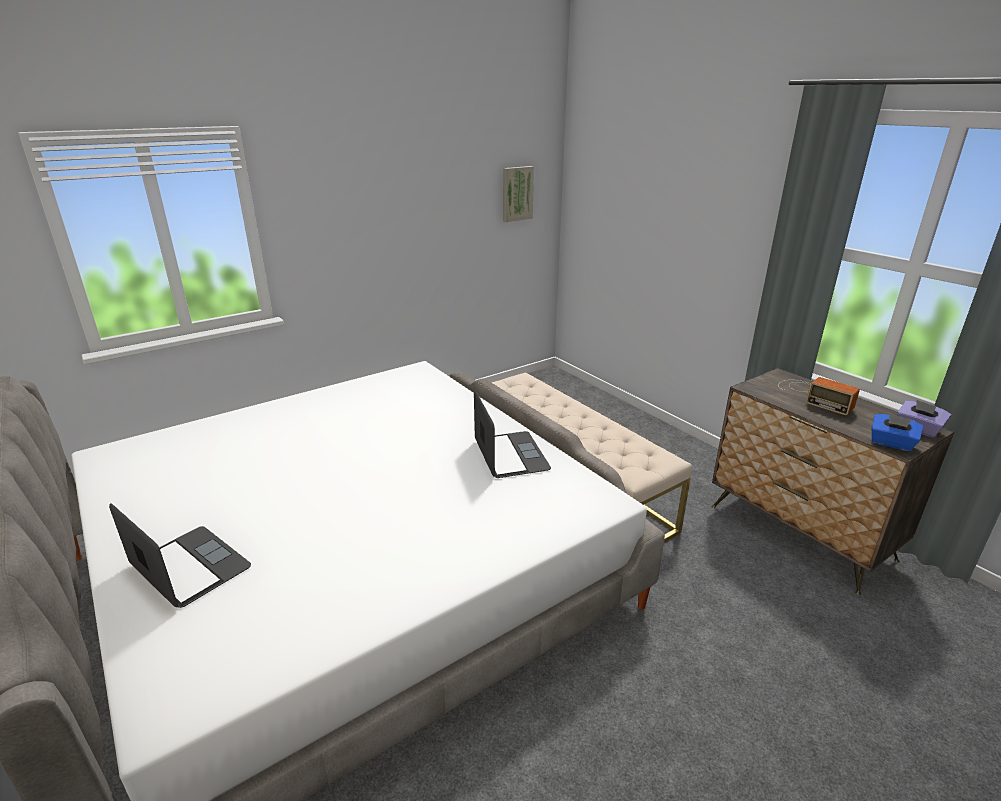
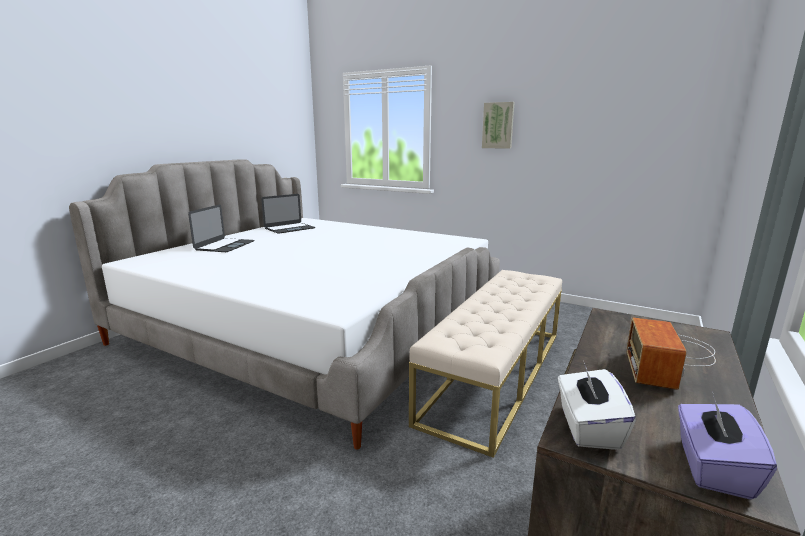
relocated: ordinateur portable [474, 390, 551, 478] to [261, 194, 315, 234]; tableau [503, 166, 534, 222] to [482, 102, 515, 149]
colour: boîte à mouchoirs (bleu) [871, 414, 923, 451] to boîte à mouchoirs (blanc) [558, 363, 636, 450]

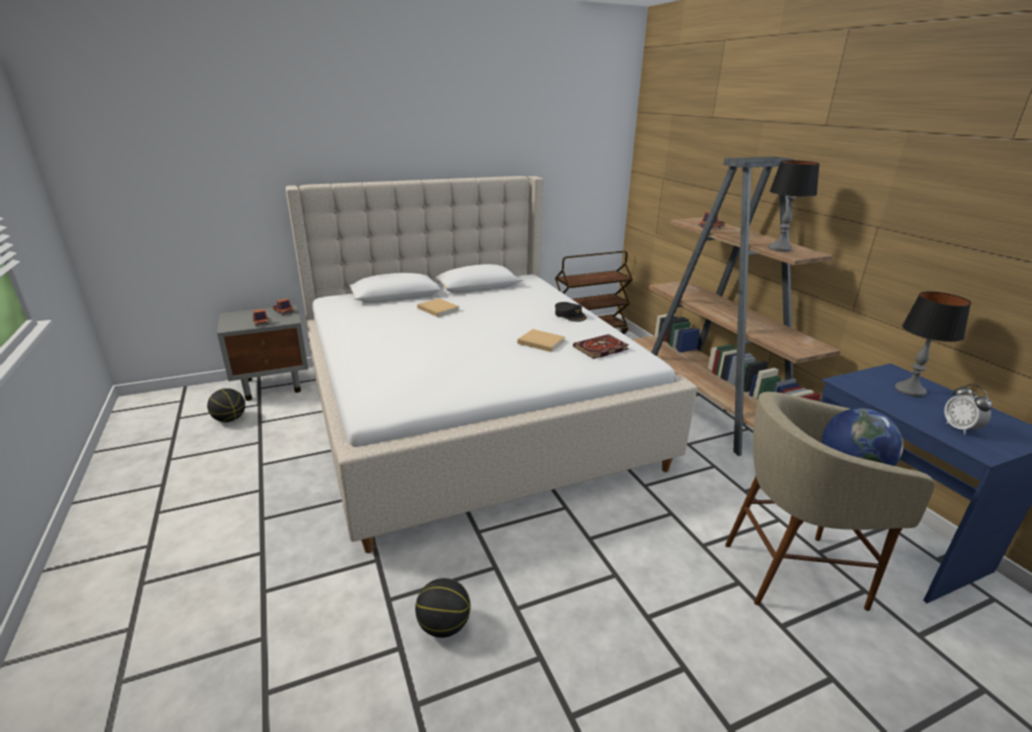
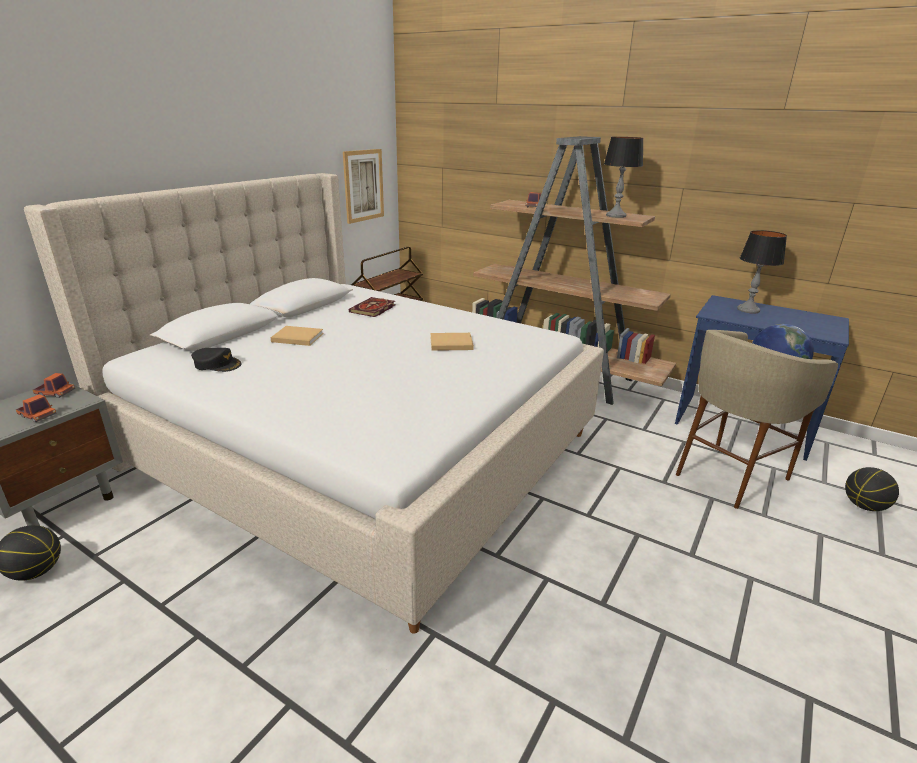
missing: réveil [944, 384, 992, 435]
appeared: tableau [343, 149, 384, 224]
relocated: ballon de basket [415, 578, 470, 638] to [845, 467, 899, 511]; casquette (noir) [555, 302, 587, 322] to [191, 348, 242, 372]; livre [573, 334, 629, 359] to [349, 297, 396, 317]

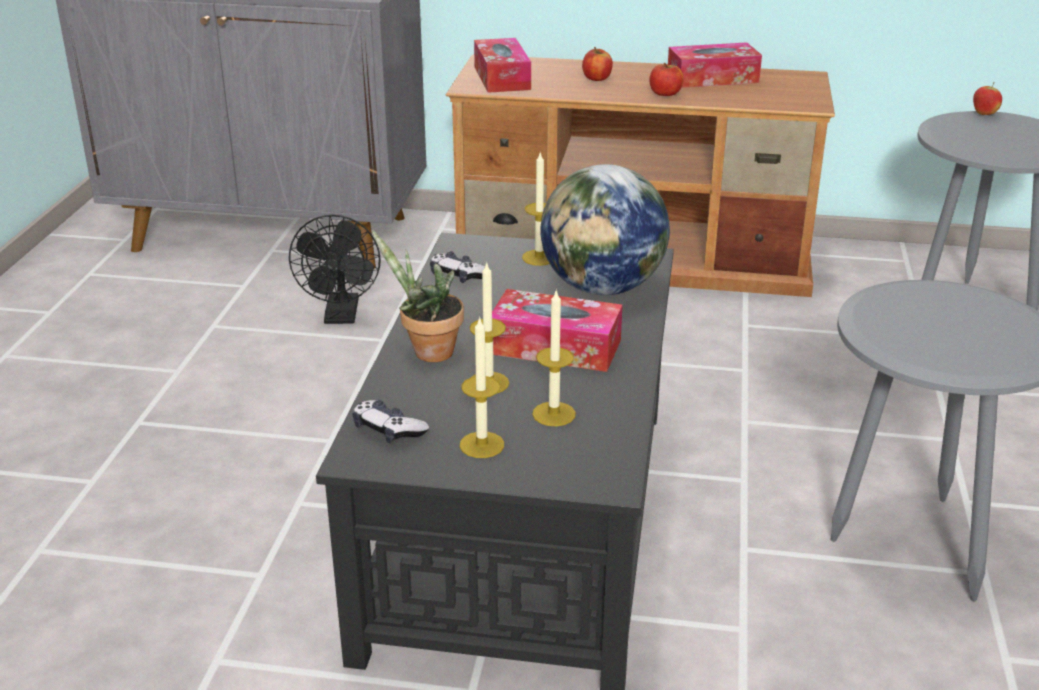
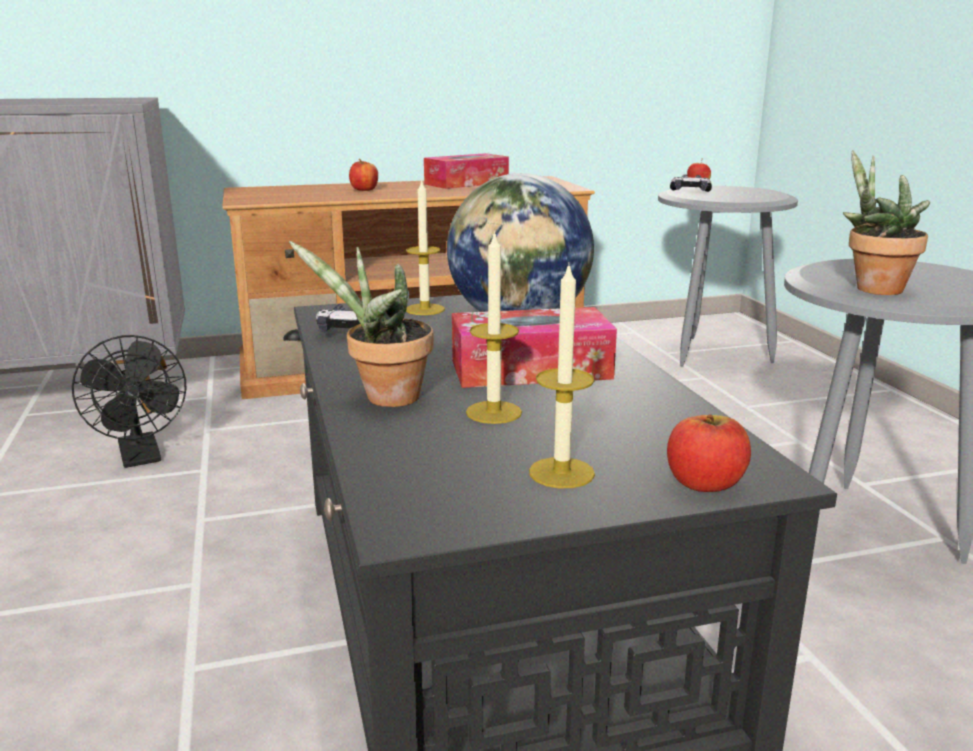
missing: boîte à mouchoirs [474, 38, 531, 93]; bougie [532, 289, 576, 426]
appeared: plante en pot [843, 150, 930, 295]
relocated: manette [353, 400, 429, 443] to [670, 175, 712, 192]; pomme [649, 63, 684, 96] to [667, 414, 751, 492]

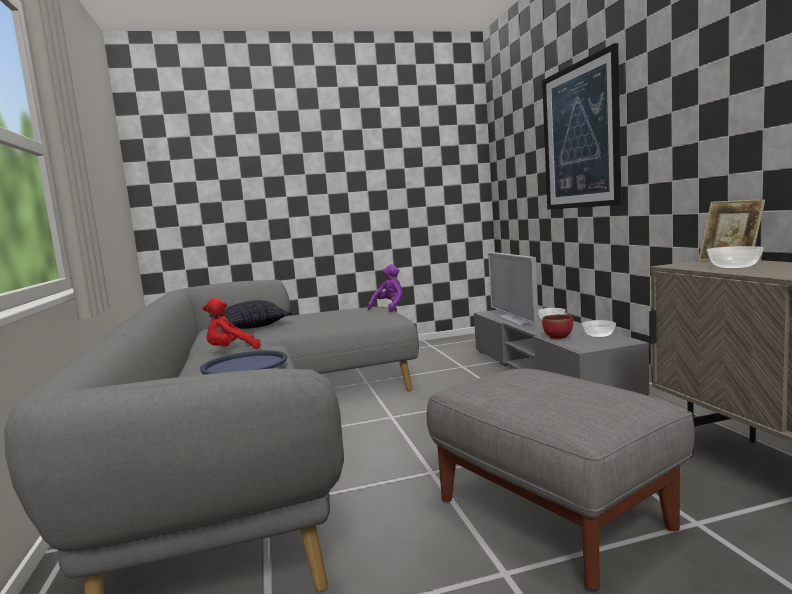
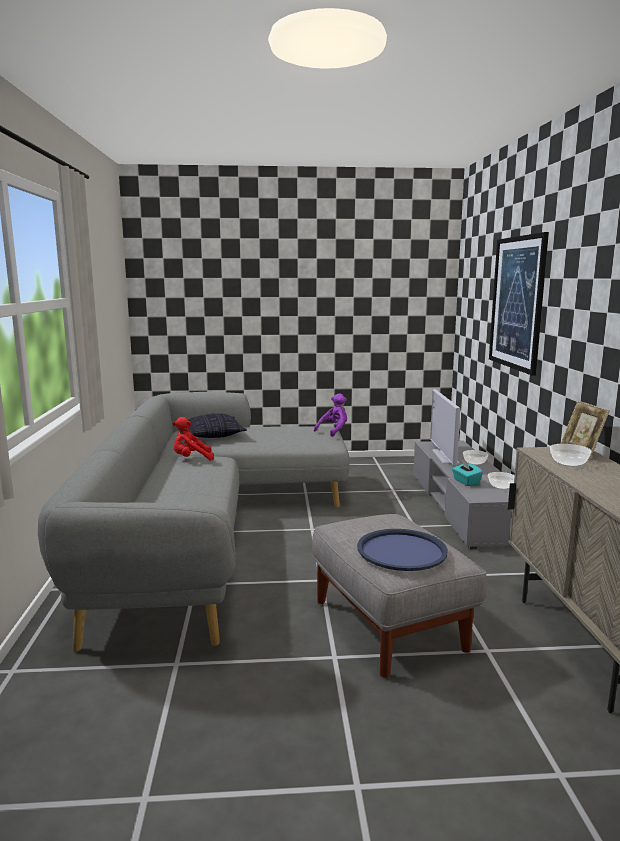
relocated: plateau (bleu) [200, 350, 287, 374] to [357, 529, 448, 571]
exchanged: bol (rouge) [542, 314, 573, 339] to boîte à mouchoirs (turquoise) [452, 460, 483, 486]

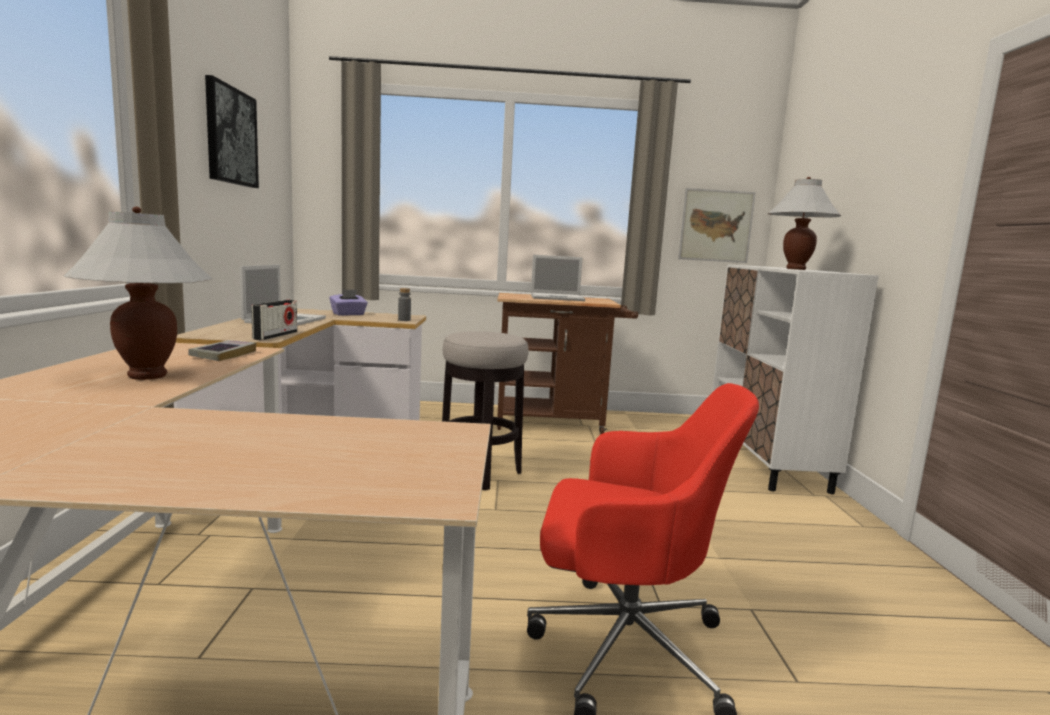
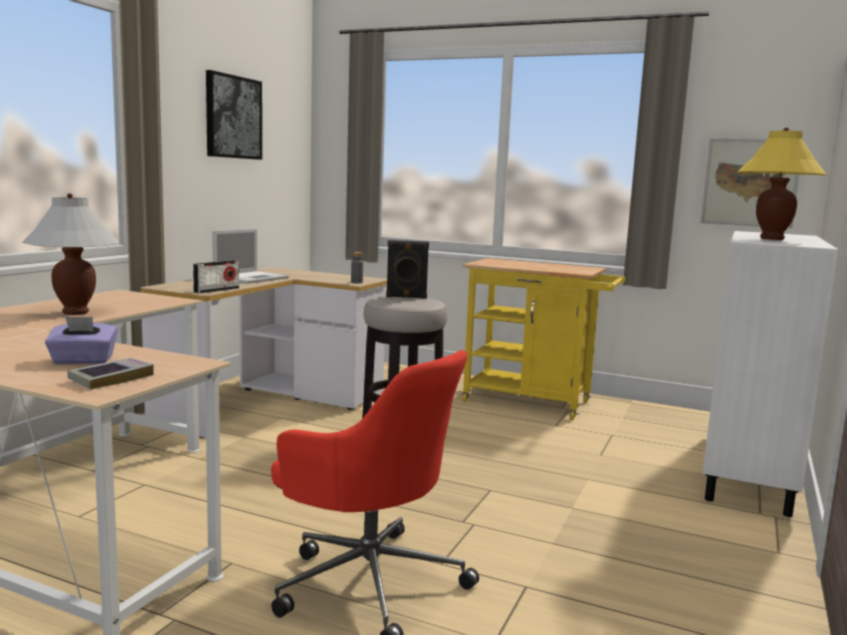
missing: ordinateur portable [531, 255, 585, 301]
appeared: enceinte (noir) [386, 240, 429, 299]
relocated: livre [188, 340, 256, 361] to [67, 358, 154, 390]; boîte à mouchoirs (violet) [329, 289, 368, 316] to [45, 316, 118, 365]
colour: chariot (marron) [497, 293, 638, 435] to chariot (jaune) [462, 258, 625, 420]; lampe de table (blanc) [768, 177, 841, 270] to lampe de table (jaune) [737, 127, 827, 240]

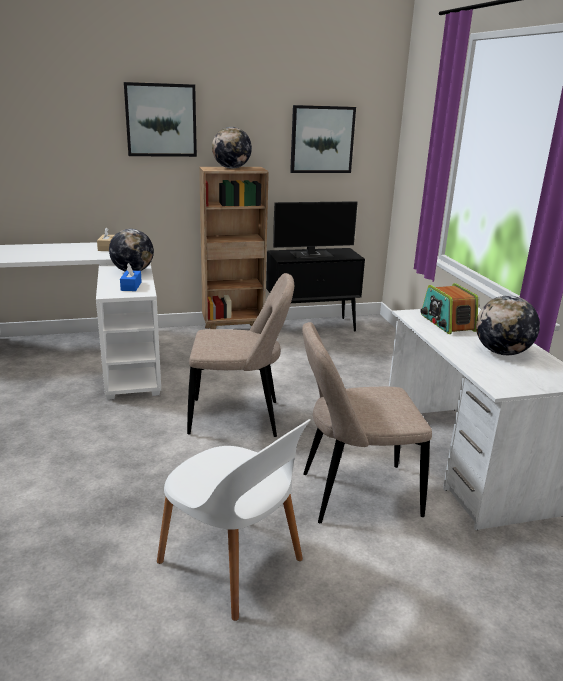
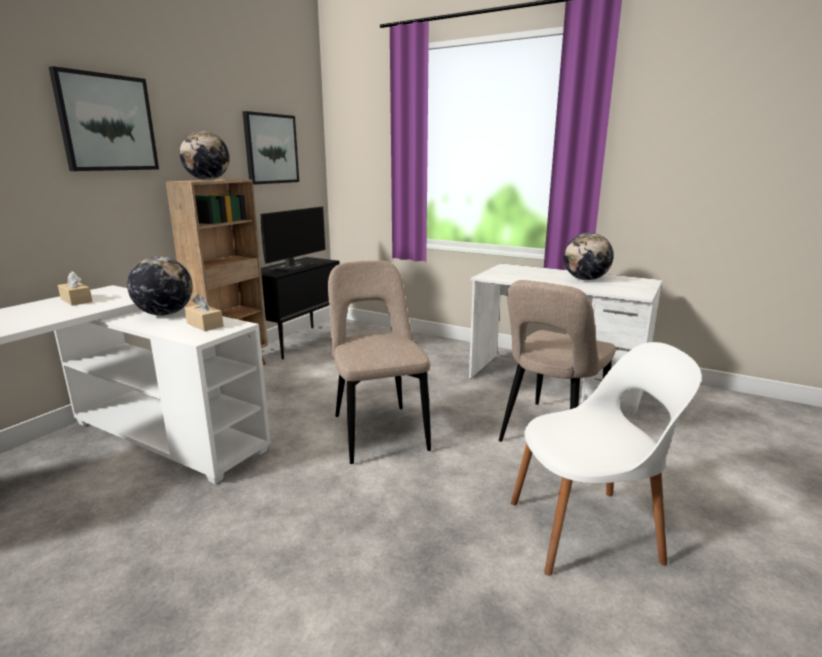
missing: radio [420, 283, 478, 334]
colour: boîte à mouchoirs (bleu) [120, 263, 142, 291] to boîte à mouchoirs (beige) [185, 294, 224, 331]
spun: chaise (beige) [187, 273, 294, 437] = [328, 260, 431, 464] 60 degrees counterclockwise

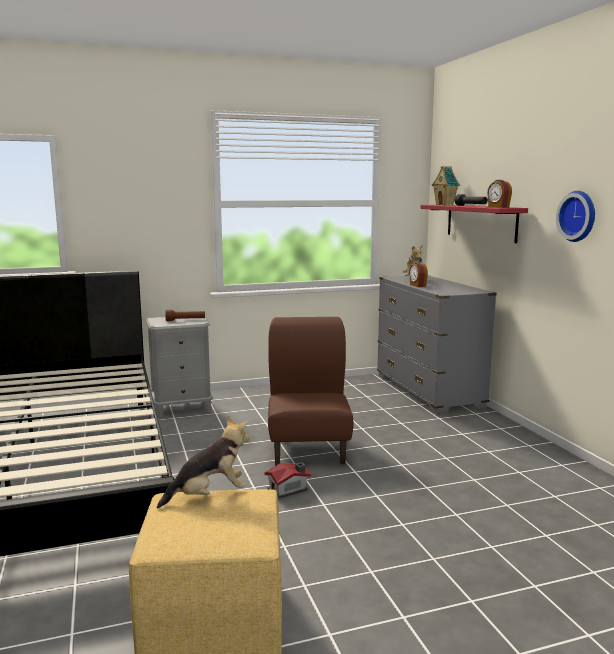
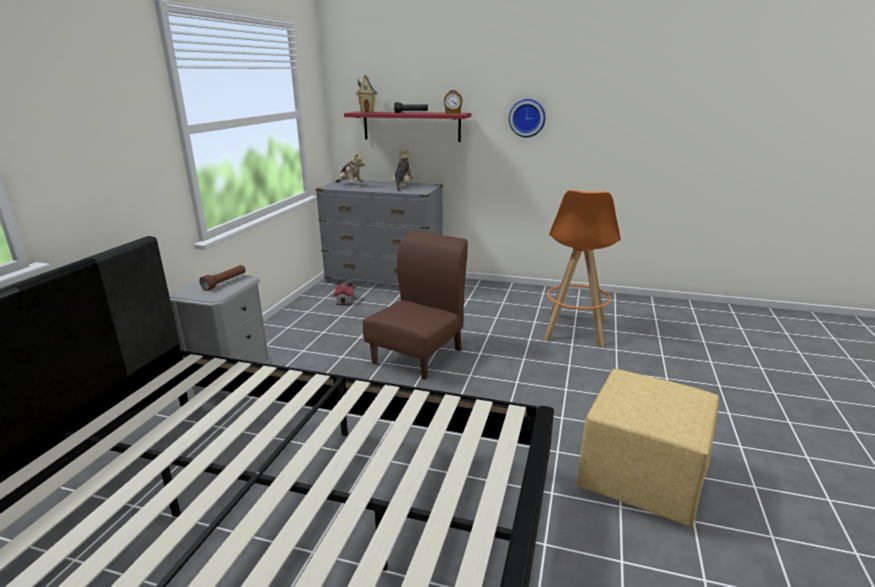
missing: réveil [409, 262, 428, 287]
appeared: tabouret (orange) [544, 190, 621, 347]
relocated: peluche [157, 416, 249, 509] to [393, 150, 414, 191]; maison miniature [265, 462, 311, 498] to [334, 282, 356, 305]
spun: chaise (marron) [268, 317, 353, 466] = [363, 230, 468, 380] 90 degrees clockwise

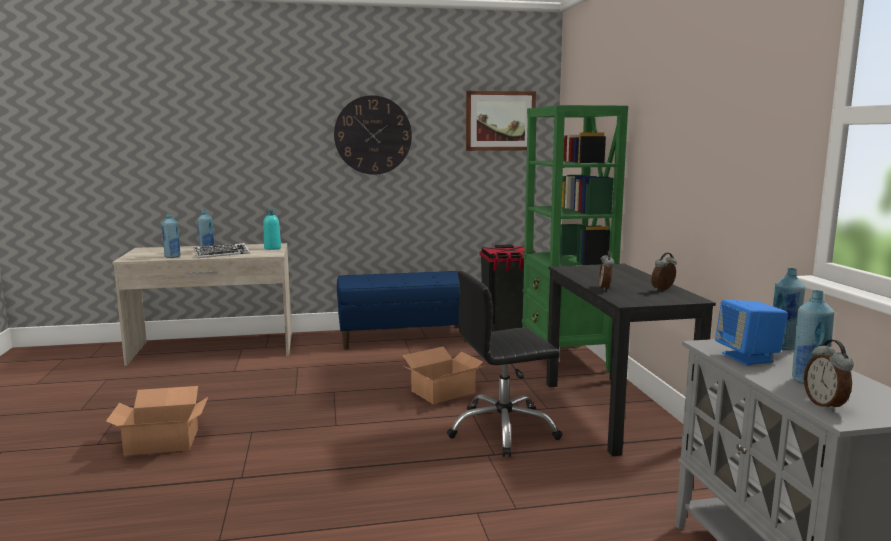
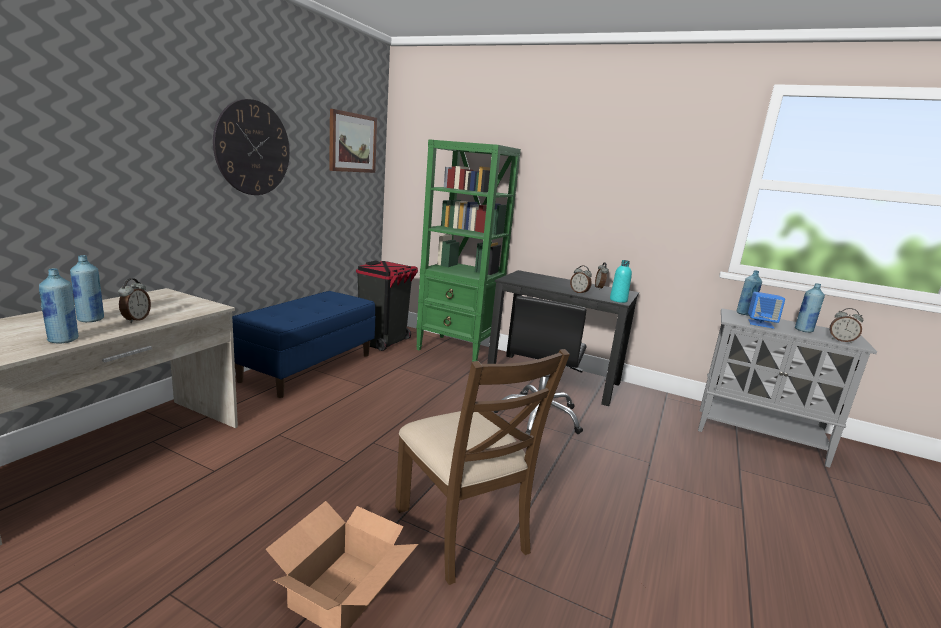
missing: carton [402, 346, 485, 404]
appeared: chaise (marron) [395, 349, 570, 585]
relocated: bouteille (turquoise) [264, 210, 281, 250] to [610, 260, 632, 303]
exchanged: clavier [194, 243, 250, 258] to réveil [118, 278, 151, 323]

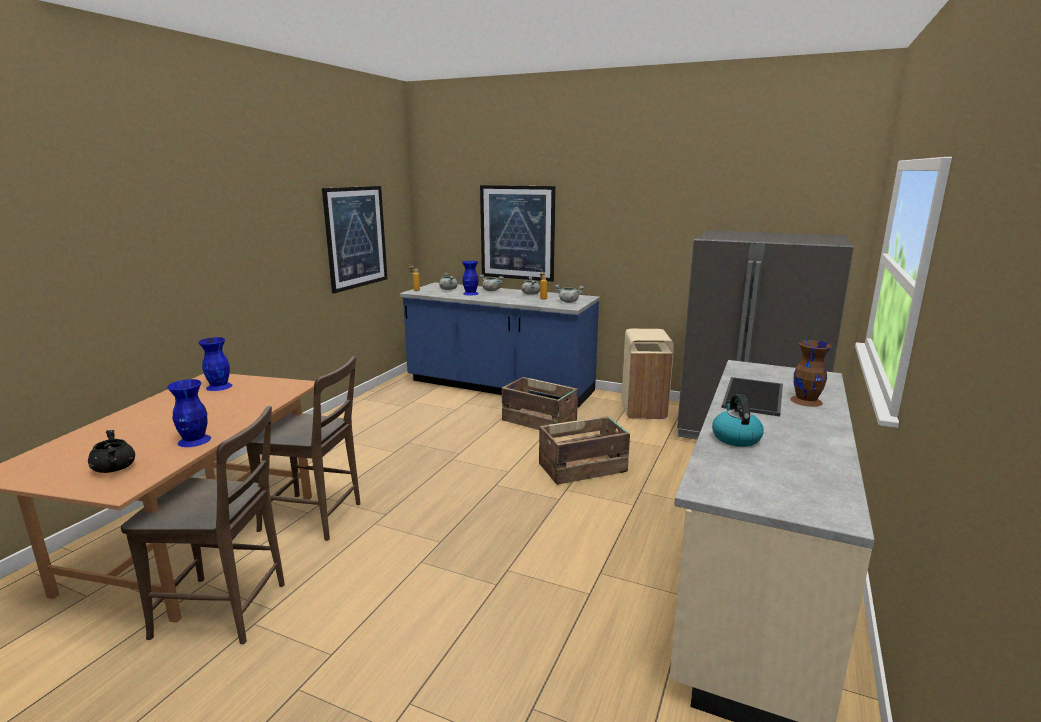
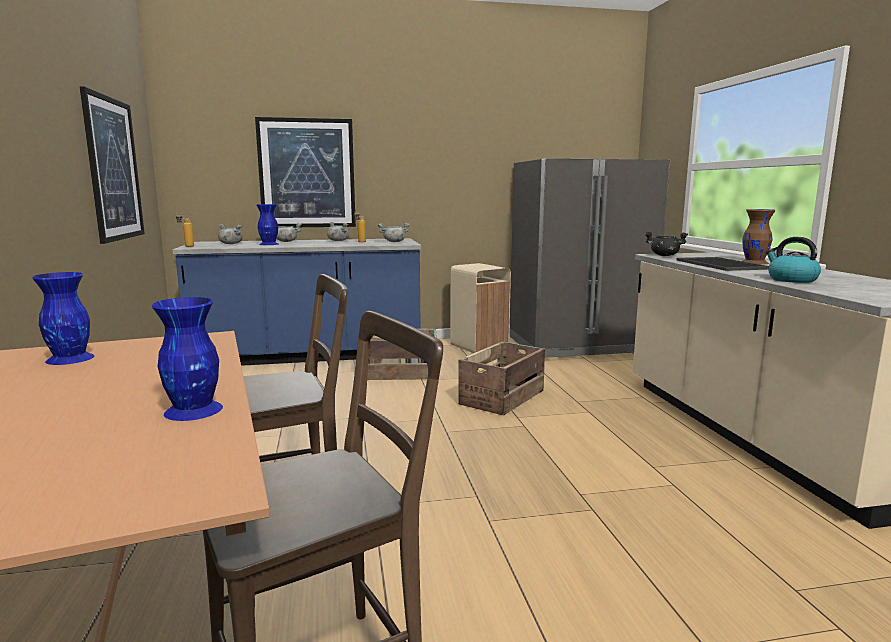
relocated: marmite (noir) [88, 430, 135, 473] to [645, 232, 688, 256]

